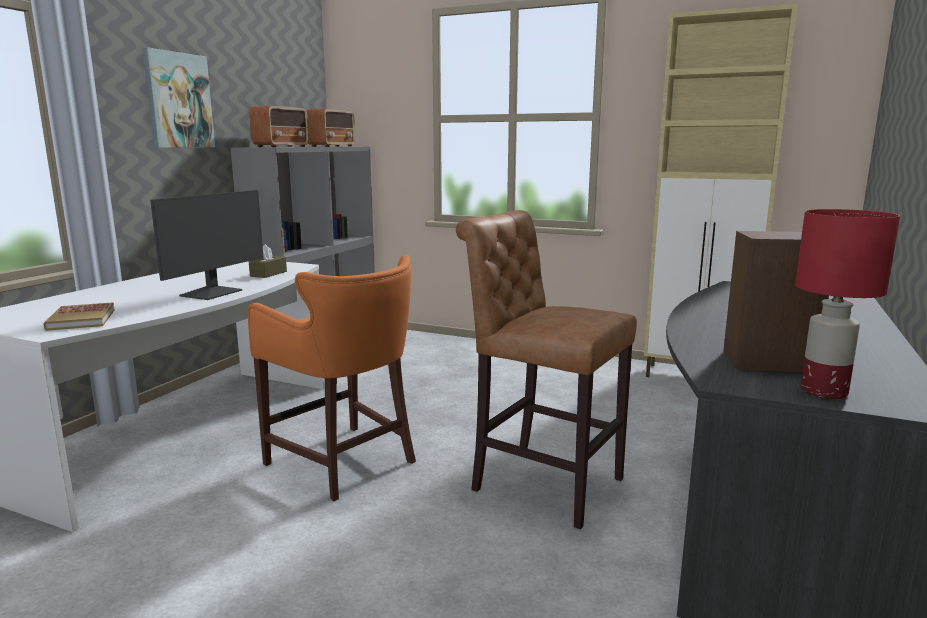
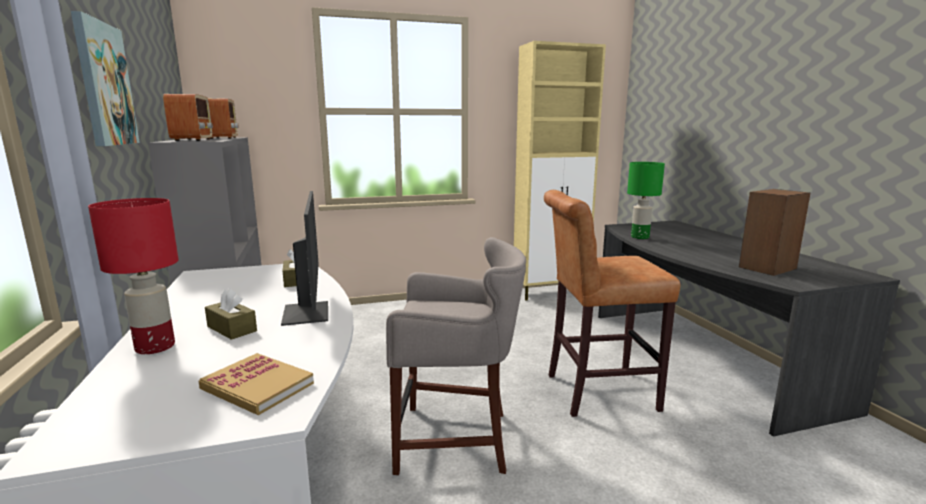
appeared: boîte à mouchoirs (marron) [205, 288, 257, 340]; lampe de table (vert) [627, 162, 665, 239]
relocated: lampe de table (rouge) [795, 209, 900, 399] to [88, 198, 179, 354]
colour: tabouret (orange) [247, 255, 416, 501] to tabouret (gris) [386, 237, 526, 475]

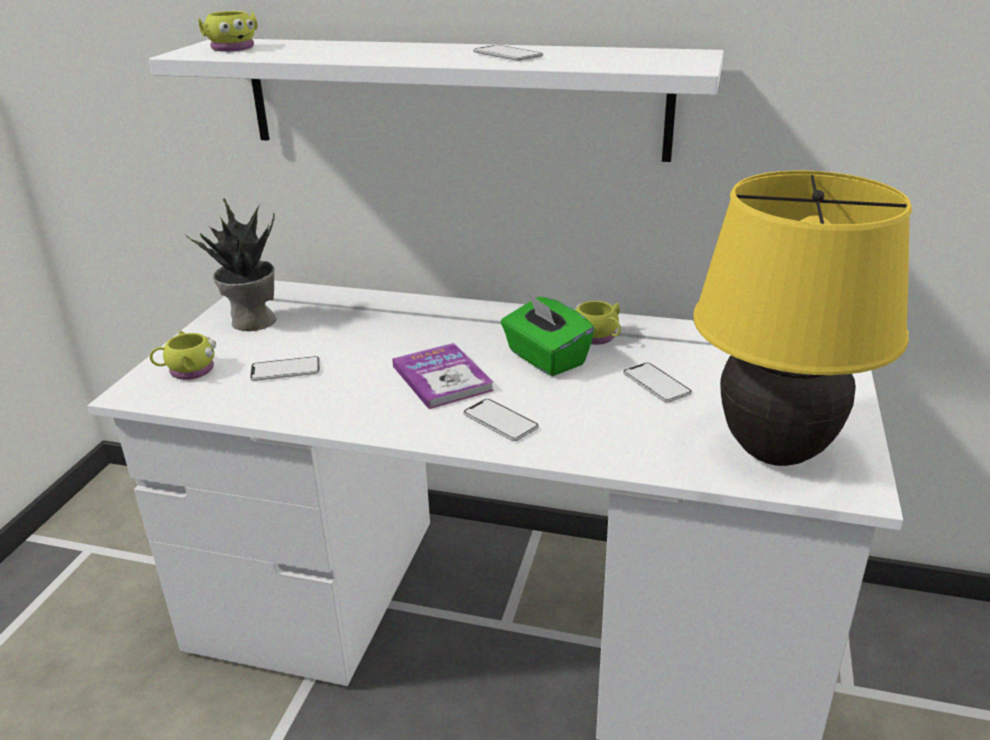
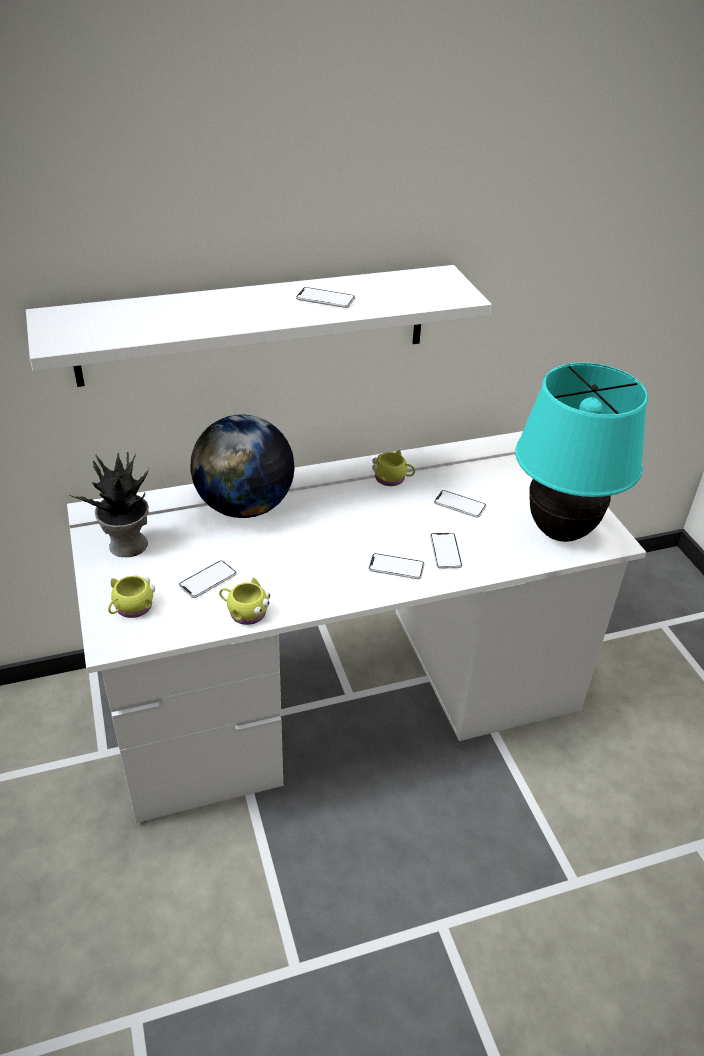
missing: livre [392, 343, 494, 409]; boîte à mouchoirs (vert) [501, 293, 595, 376]
appeared: globe [190, 414, 295, 518]; téléphone [430, 533, 462, 568]
relocated: mug (jaune) [198, 11, 258, 52] to [219, 578, 270, 625]
colour: lampe de table (jaune) [693, 170, 912, 466] to lampe de table (turquoise) [515, 363, 648, 542]

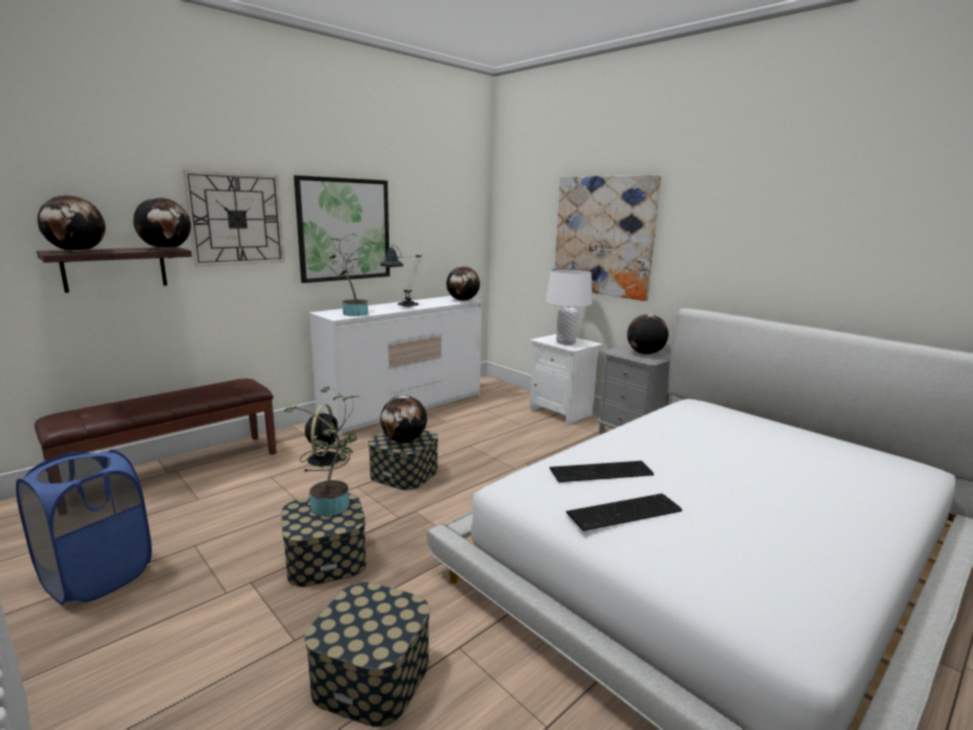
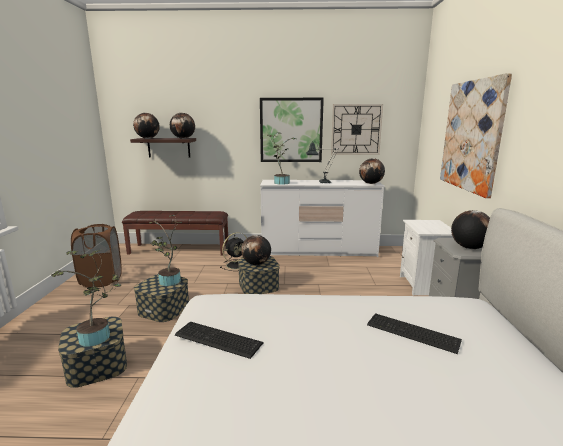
missing: lampe de table (blanc) [546, 269, 592, 345]
appeared: plante en pot [51, 250, 121, 347]
relocated: horloge murale [182, 170, 285, 267] to [331, 104, 383, 155]; clavier [549, 461, 654, 482] to [367, 314, 462, 354]
colour: panier à linge (bleu) [16, 449, 152, 605] to panier à linge (marron) [71, 224, 122, 288]

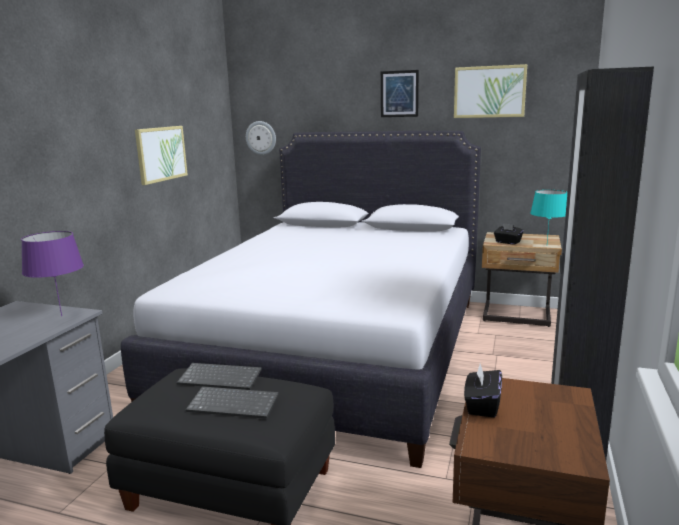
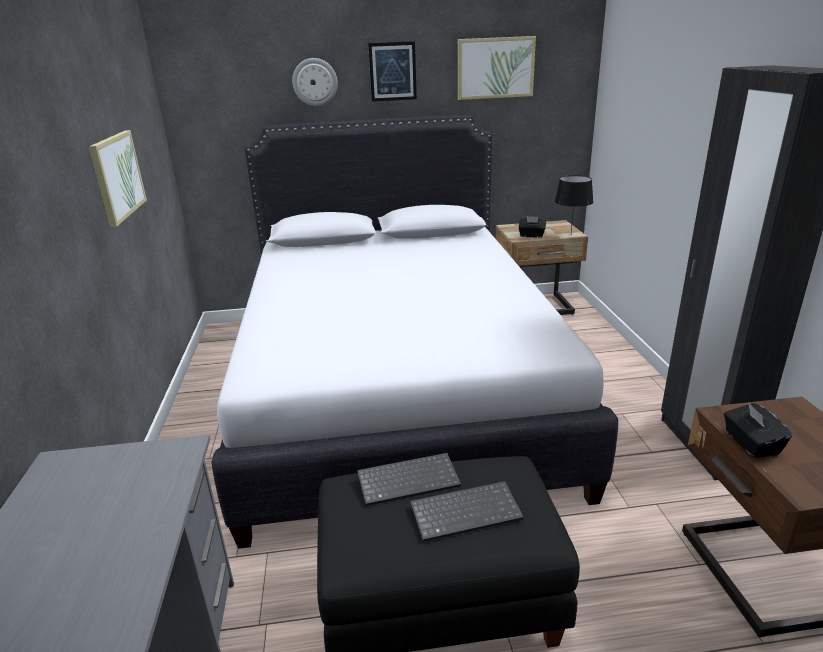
missing: lampe de table (violet) [21, 231, 84, 316]
relocated: horloge murale [246, 121, 276, 155] to [292, 58, 338, 106]
colour: lampe de table (turquoise) [530, 190, 567, 242] to lampe de table (noir) [555, 175, 593, 233]

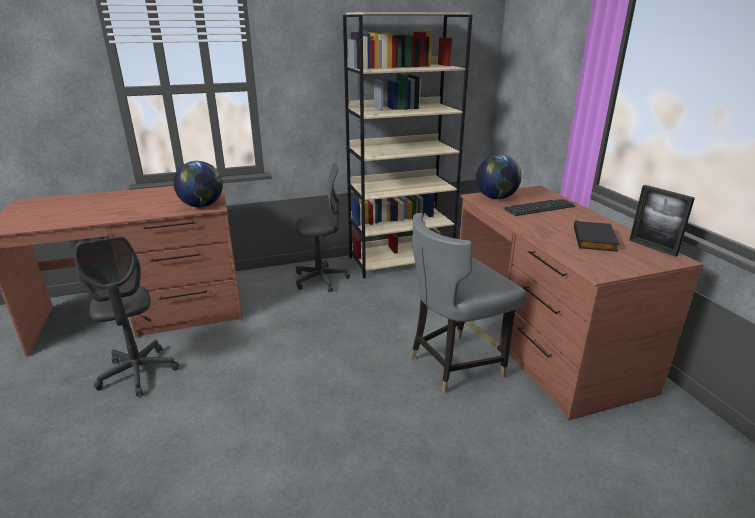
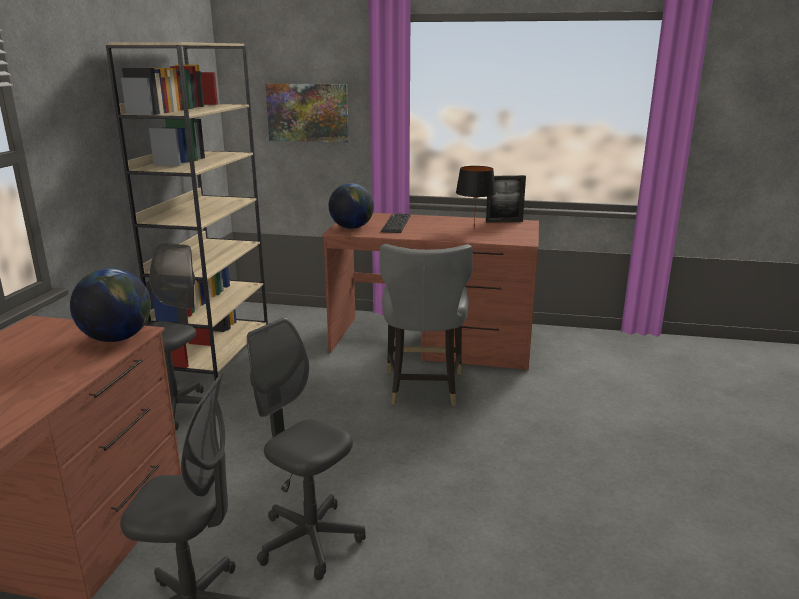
appeared: chaise de bureau (gris) [247, 318, 366, 580]; tableau [265, 83, 349, 143]
exchanged: livre (noir) [574, 221, 620, 252] to lampe de table (noir) [456, 166, 496, 228]

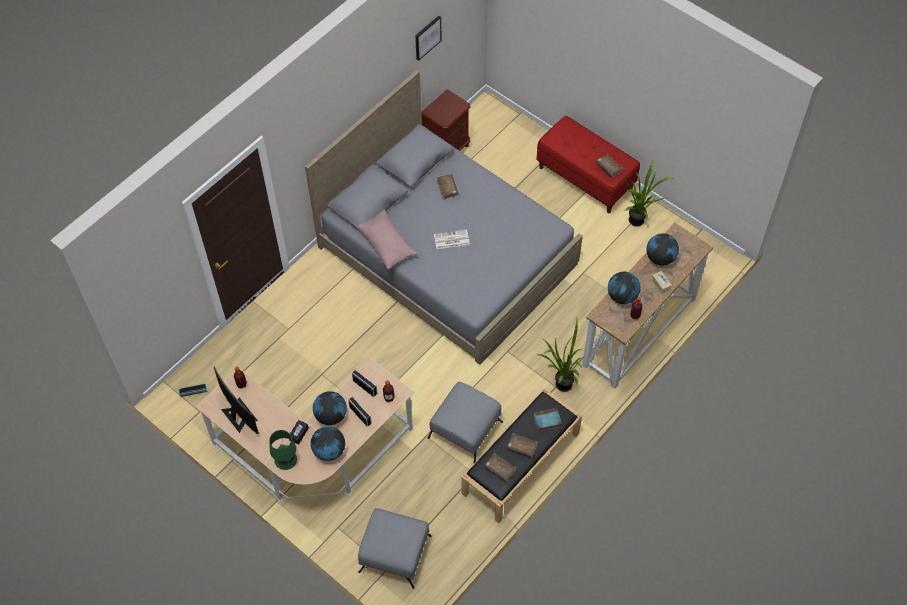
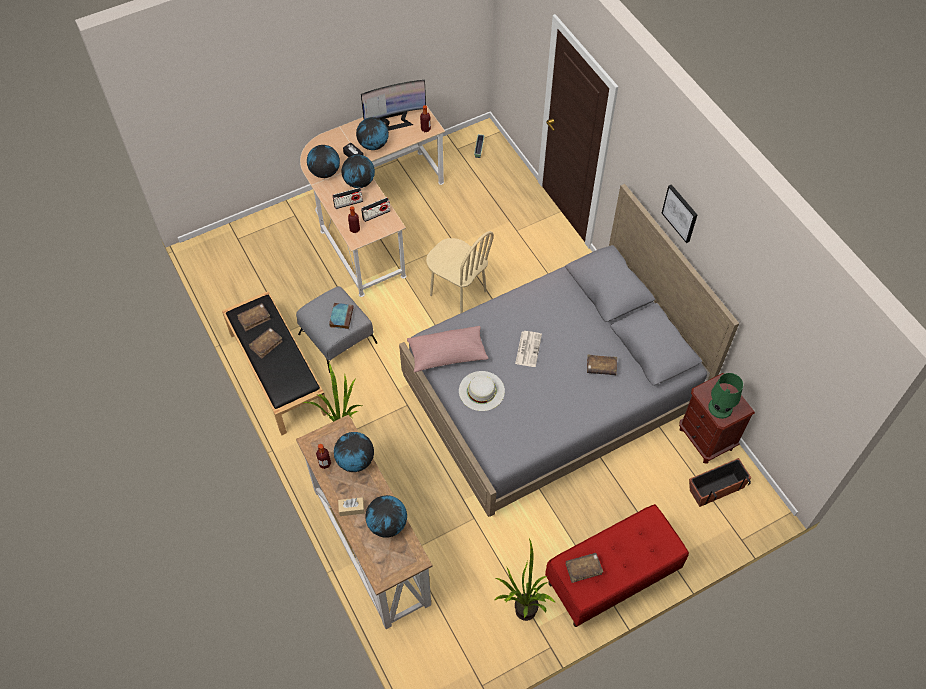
missing: pouf (gris) [358, 508, 431, 589]
appeared: globe [356, 117, 389, 150]; chaise (beige) [426, 231, 494, 314]; chapeau (blanc) [459, 371, 505, 411]; cache-pot [689, 458, 751, 507]
relocated: lampe de table (vert) [269, 430, 297, 470] to [708, 373, 743, 419]; coussin (rose) [358, 210, 417, 270] to [407, 326, 488, 372]; tableau [415, 16, 442, 61] to [662, 184, 697, 243]; livre [533, 408, 562, 431] to [329, 303, 354, 329]

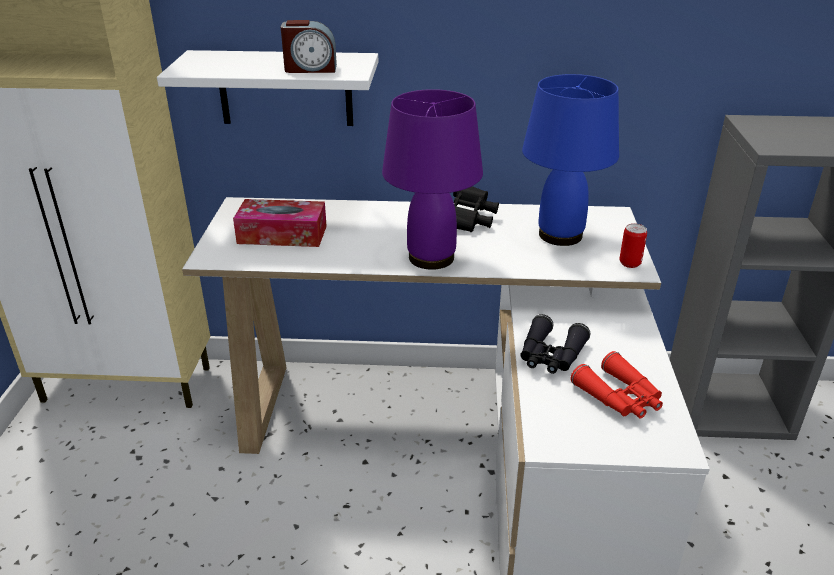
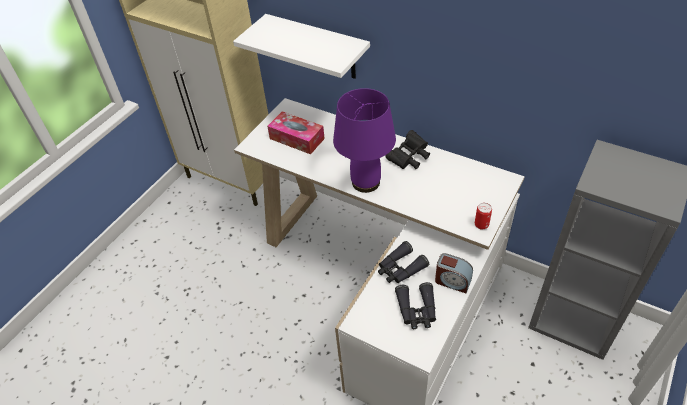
missing: lampe de table (bleu) [522, 74, 619, 246]
relocated: réveil [281, 20, 337, 73] to [435, 253, 473, 293]
colour: jumelles (rouge) [570, 351, 663, 419] to jumelles (noir) [395, 282, 436, 329]

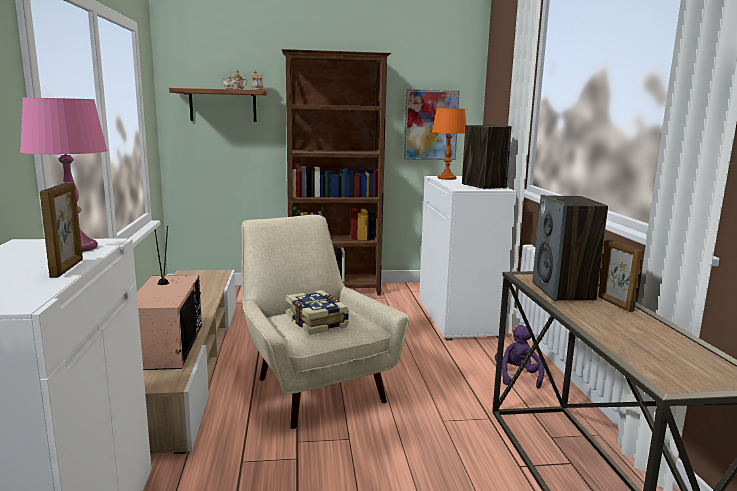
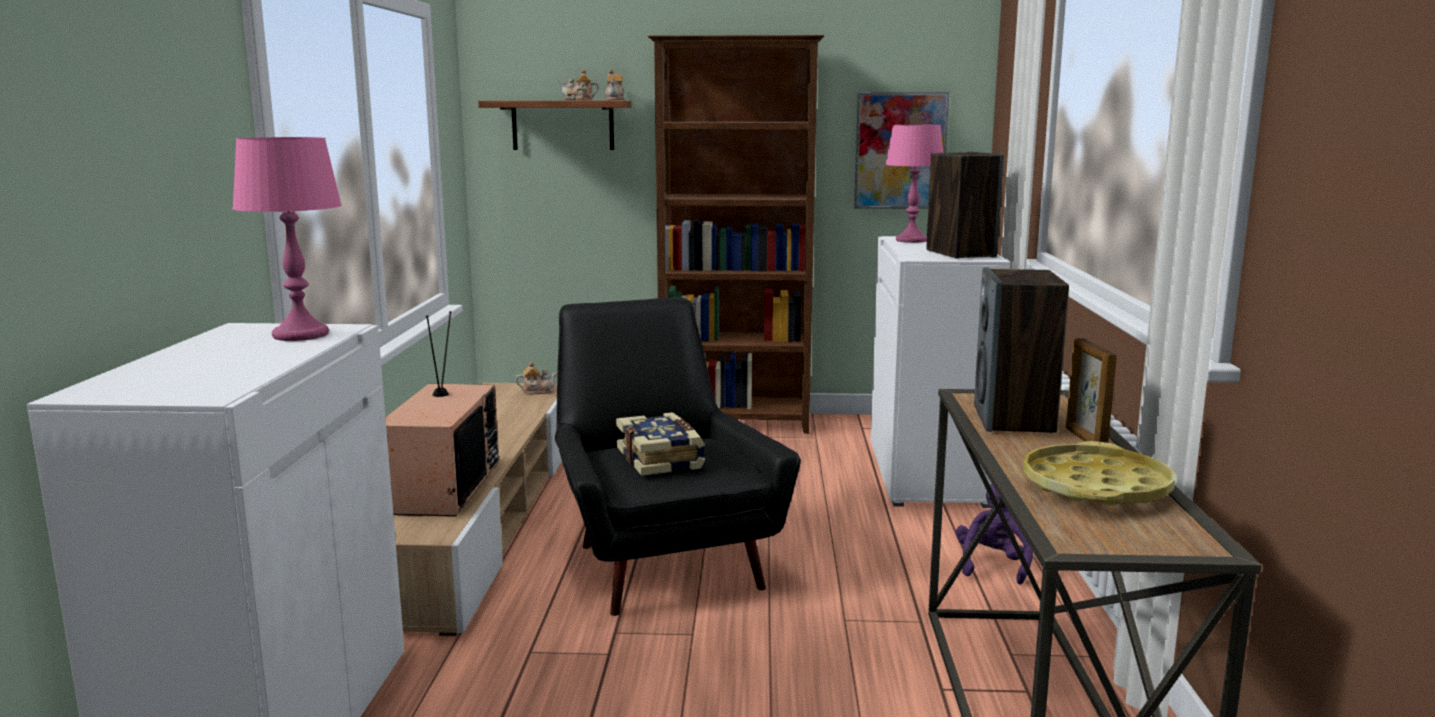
missing: cadre photo [40, 183, 83, 278]
appeared: théière [515, 361, 557, 395]; plateau (jaune) [1023, 441, 1175, 506]
colour: fauteuil (beige) [241, 215, 410, 429] to fauteuil (noir) [555, 297, 801, 616]; lampe de table (orange) [432, 108, 466, 180] to lampe de table (rose) [885, 125, 943, 243]

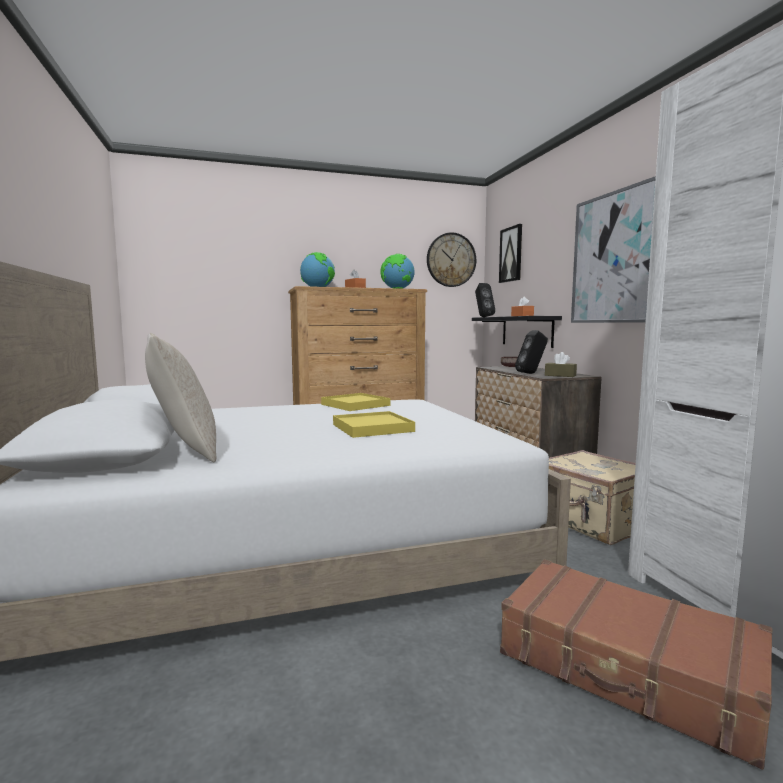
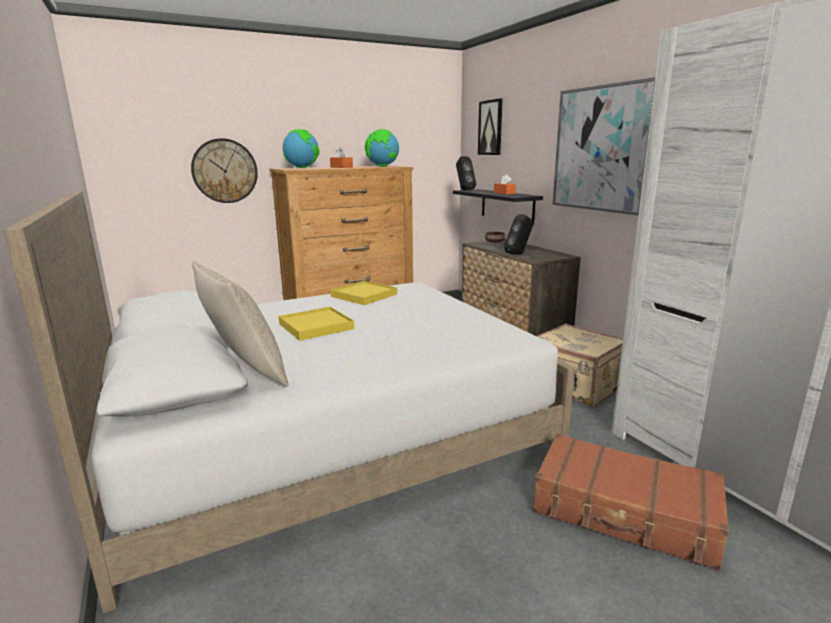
missing: boîte à mouchoirs (marron) [545, 352, 577, 377]
relocated: plateau (jaune) [333, 411, 415, 438] to [279, 307, 354, 341]; horloge murale [427, 232, 476, 287] to [191, 138, 258, 203]

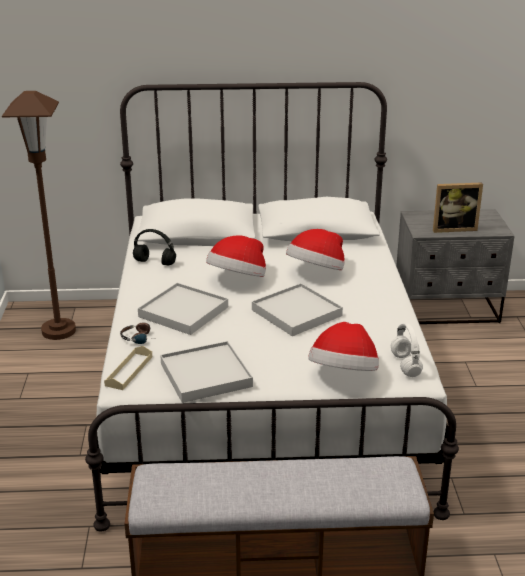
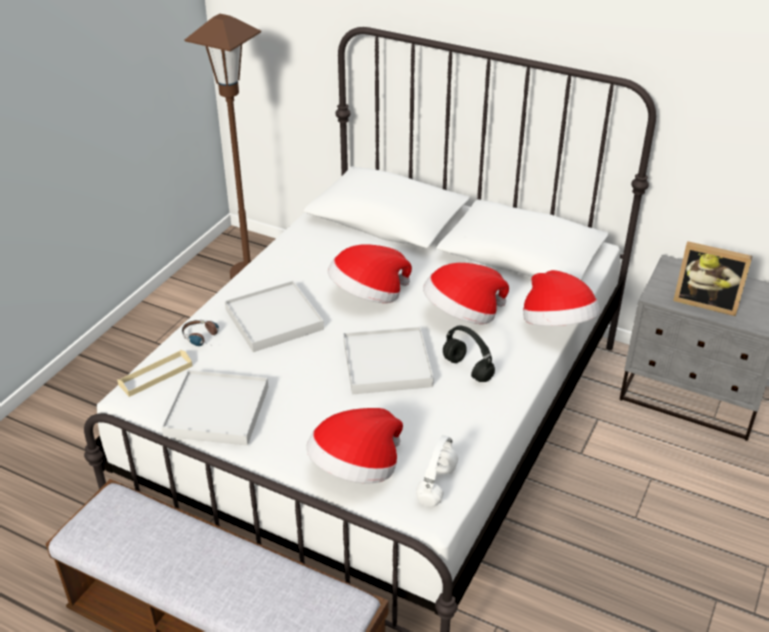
appeared: chapeau [523, 270, 600, 326]
relocated: casque audio (noir) [133, 229, 176, 266] to [443, 326, 495, 382]

